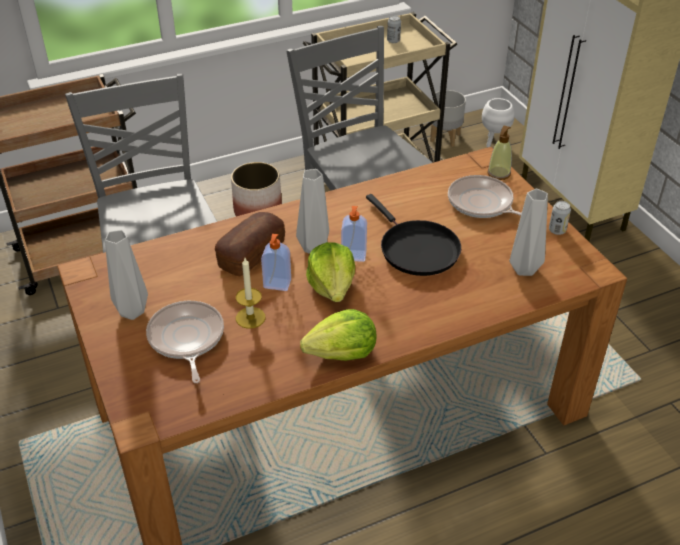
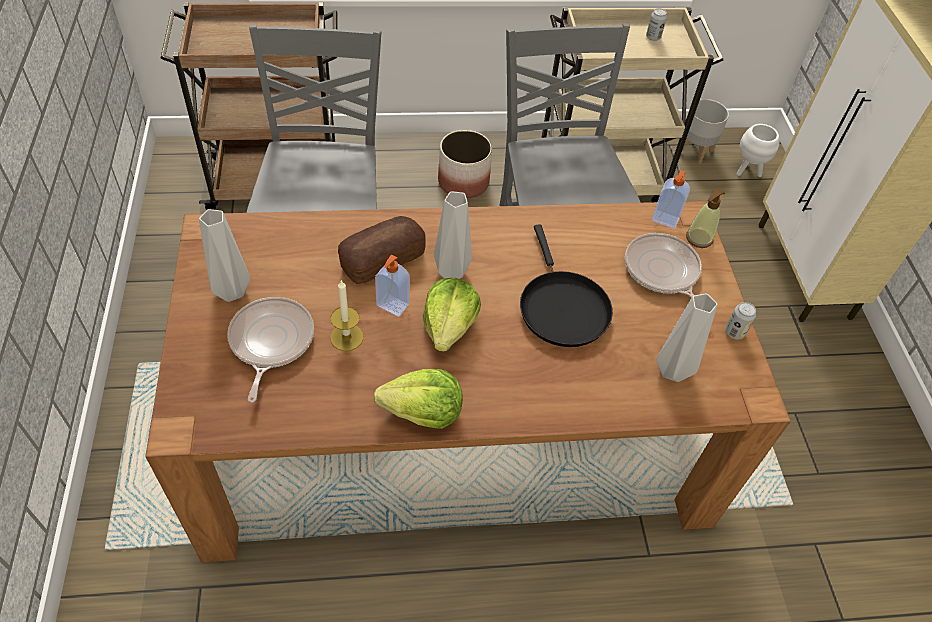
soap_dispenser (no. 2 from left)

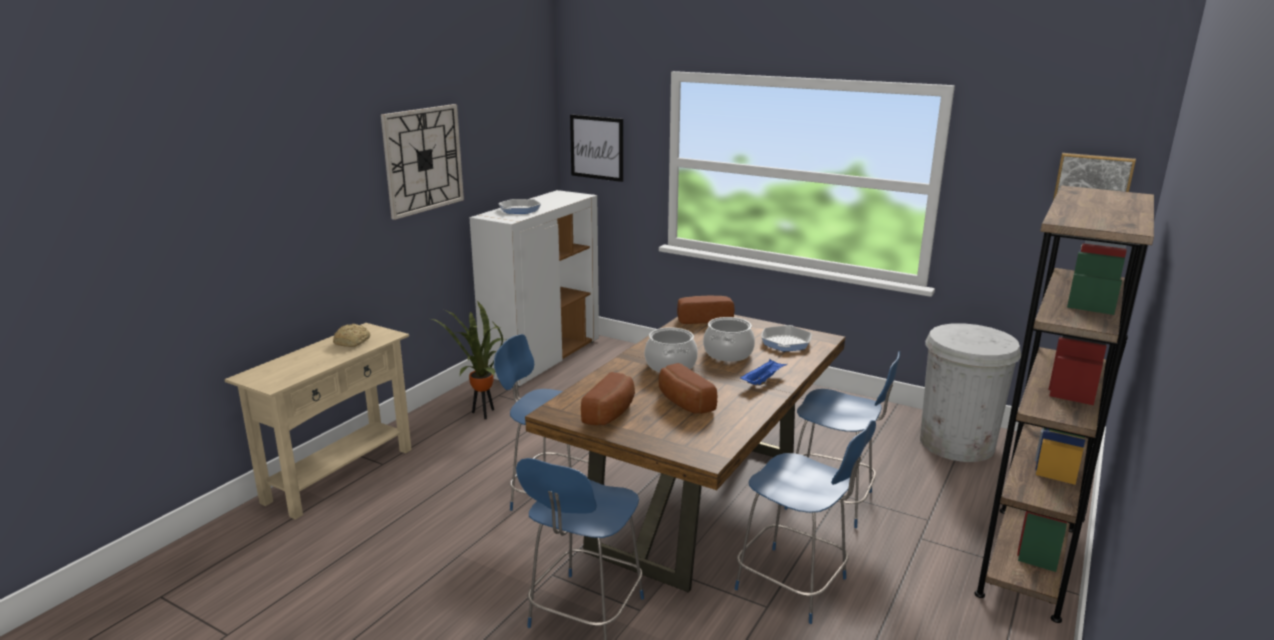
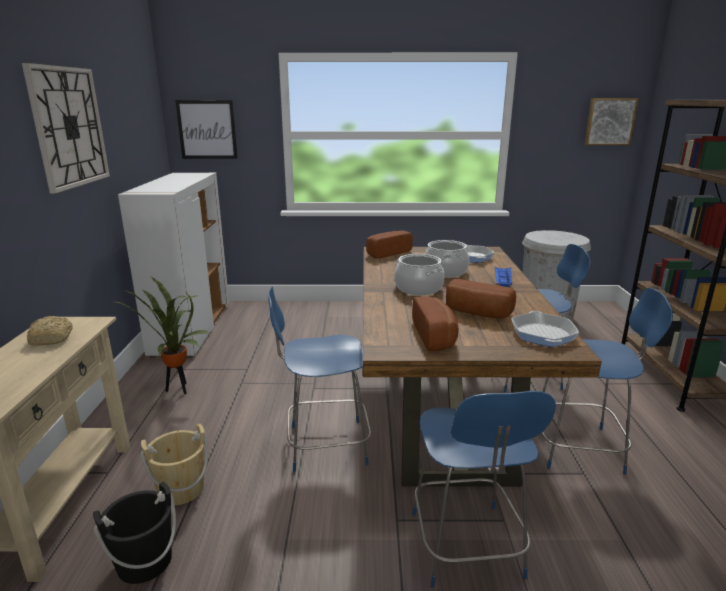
black_bucket
beige_bucket
frying_pan (no. 2 from left)

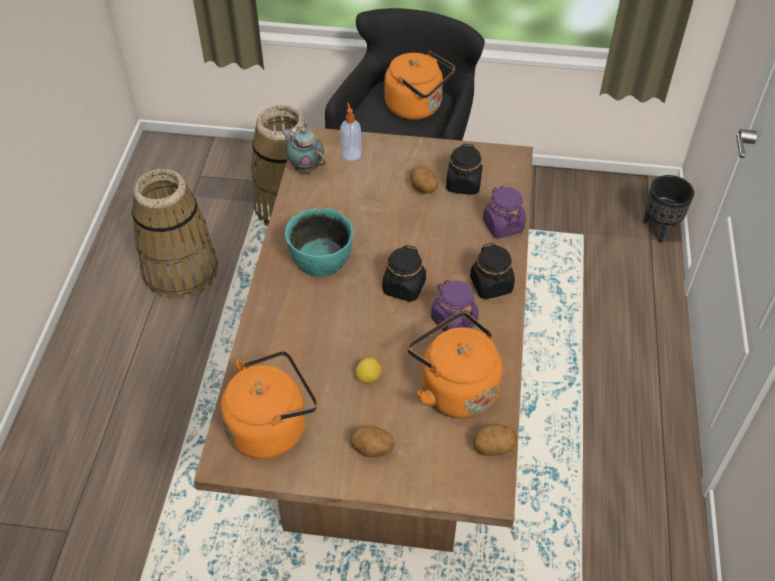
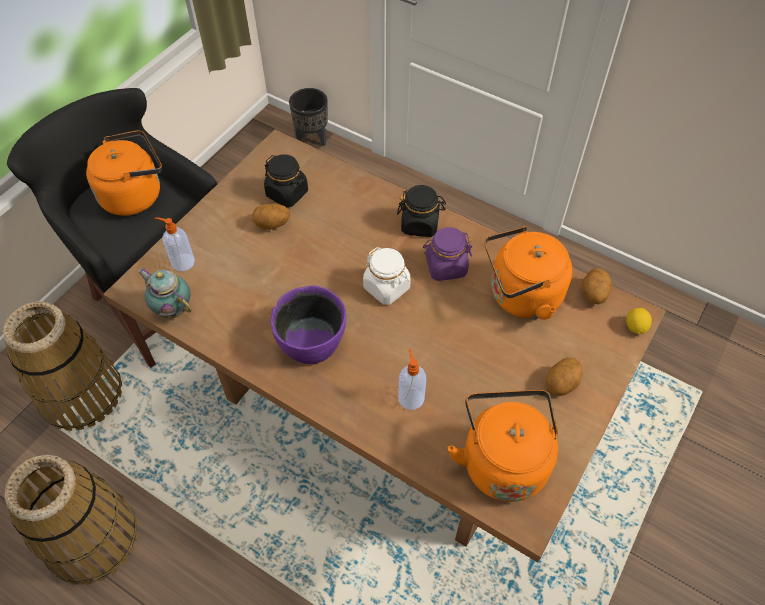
purple_jar (no. 2 from left in the first image)
soap_dispenser (no. 2 from left)
lemon
purple_bowl
white_jar
teapot

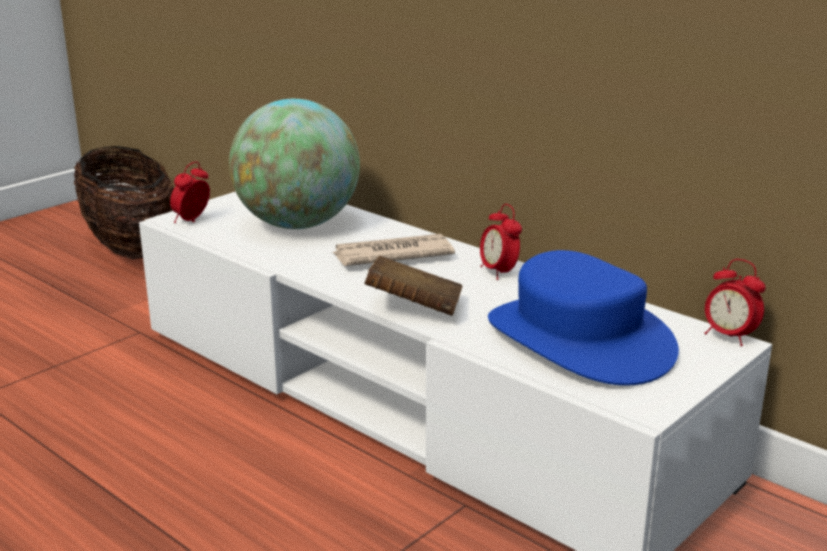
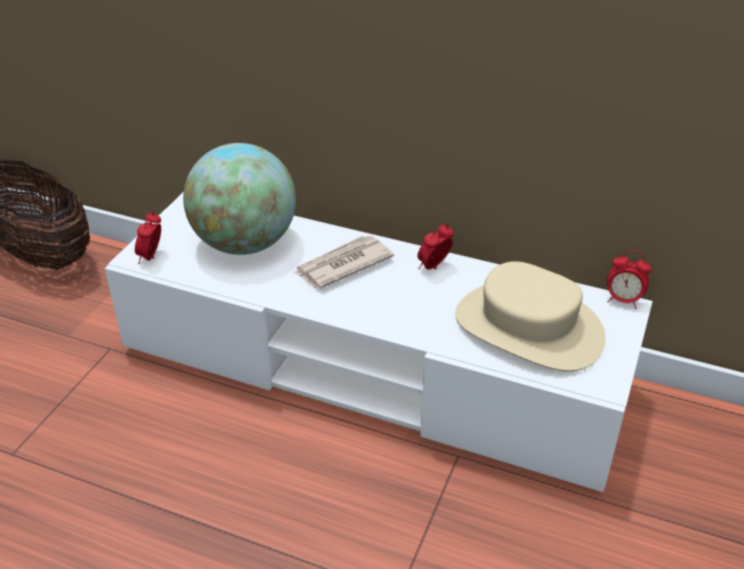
brown_book
beige_hat
alarm_clock (no. 2 from left)

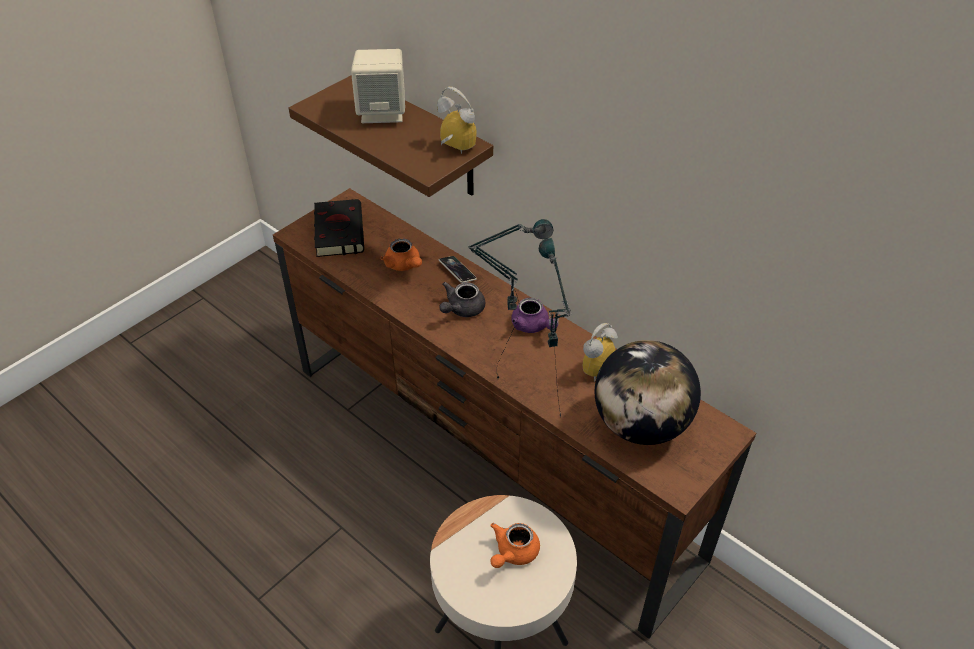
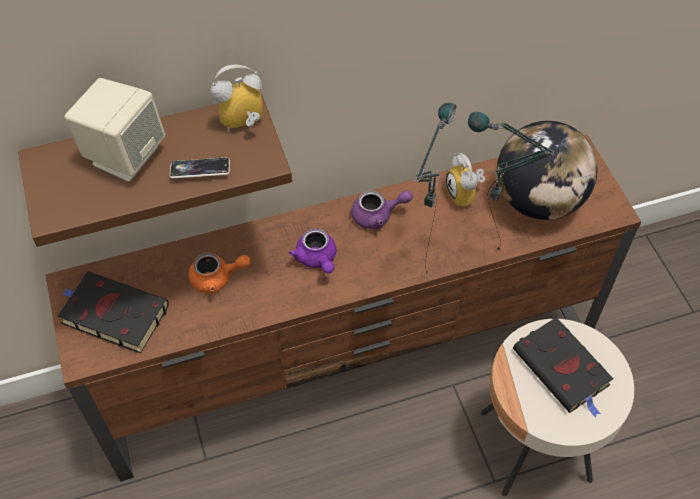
phone
black_book (no. 2 from left)
purple_teapot (no. 1 from left)

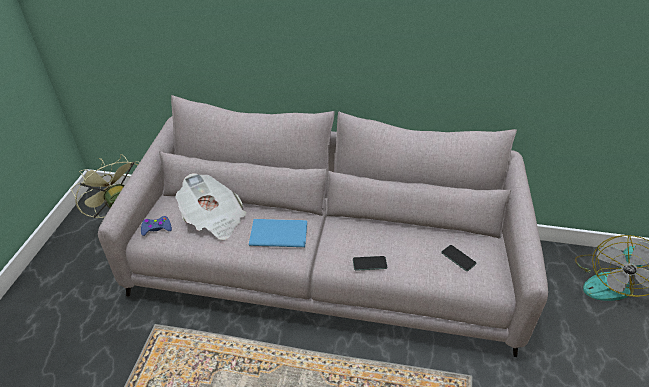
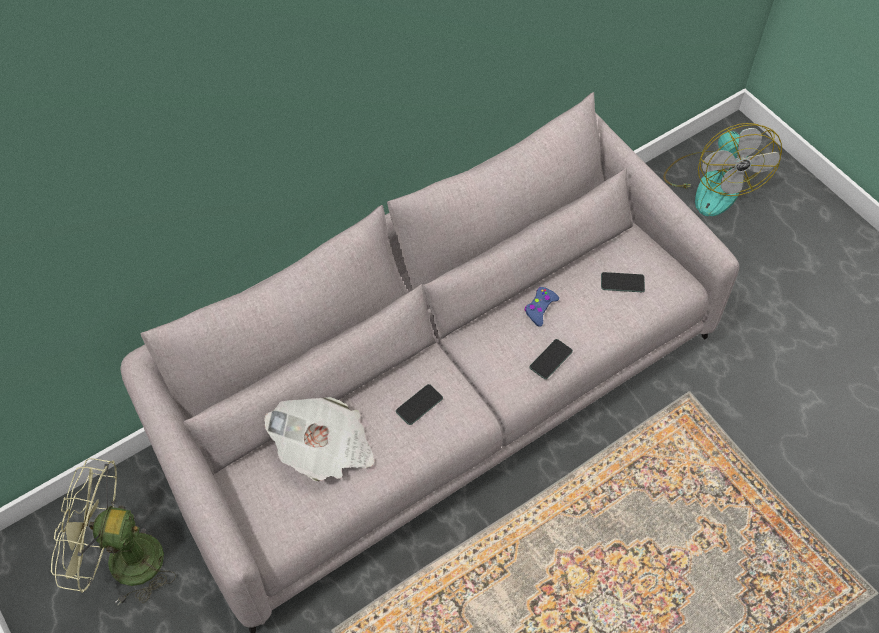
blue_game_controller
phone (no. 1 from left)

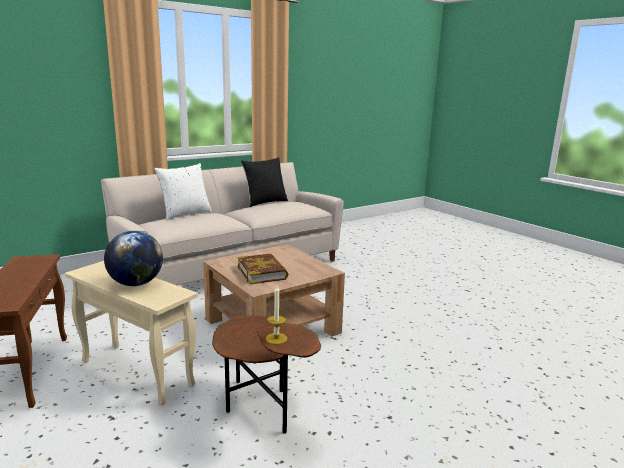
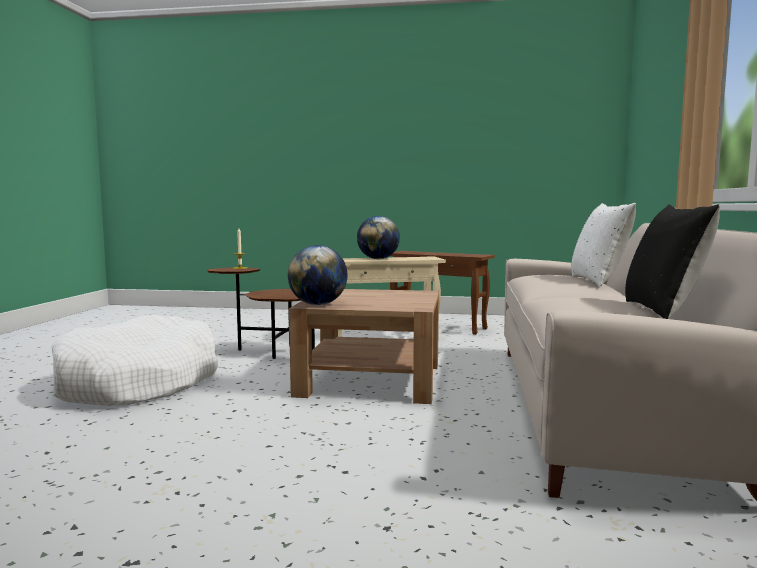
book
white_dog_bed
globe (no. 1 from left)

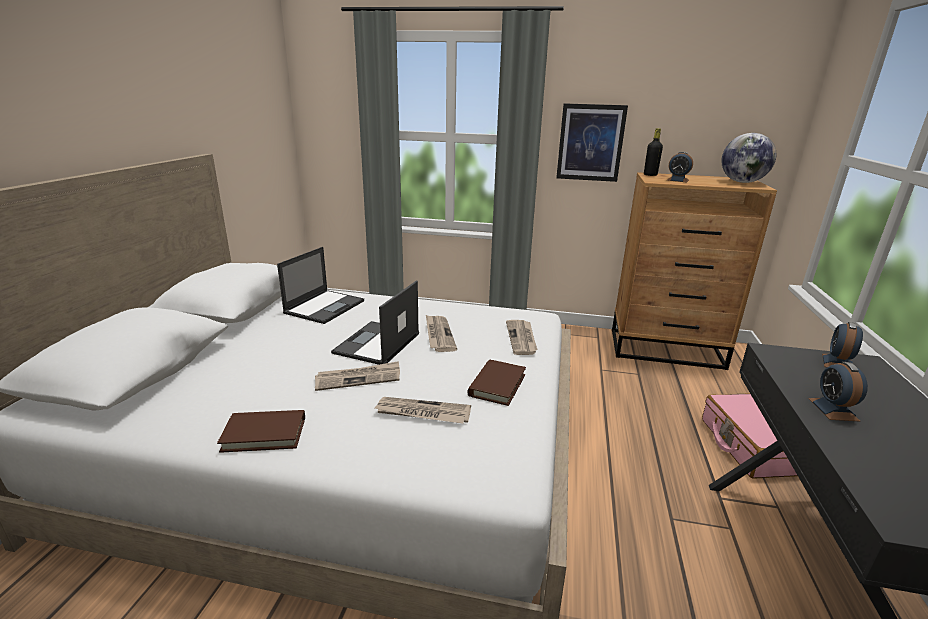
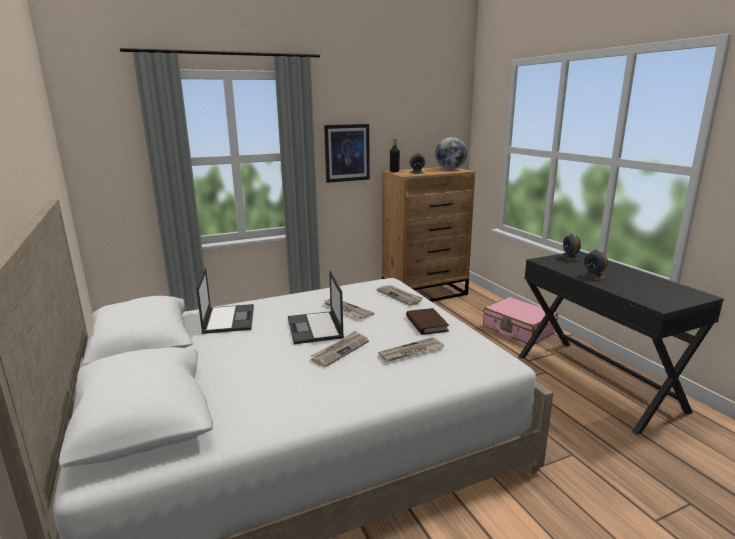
brown_book (no. 1 from left in the first image)

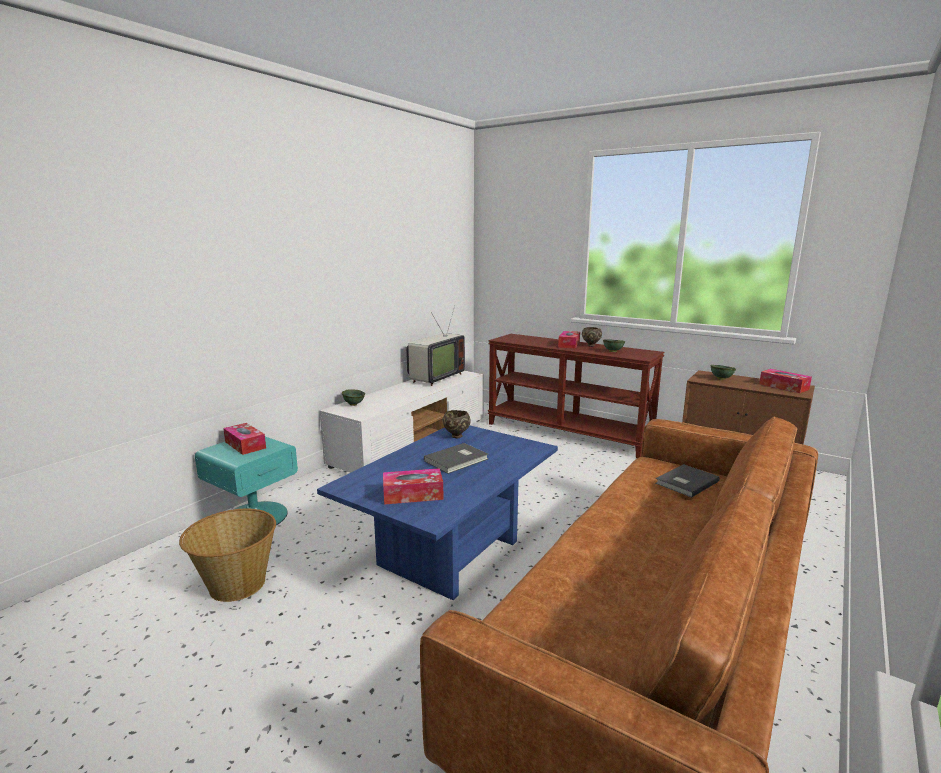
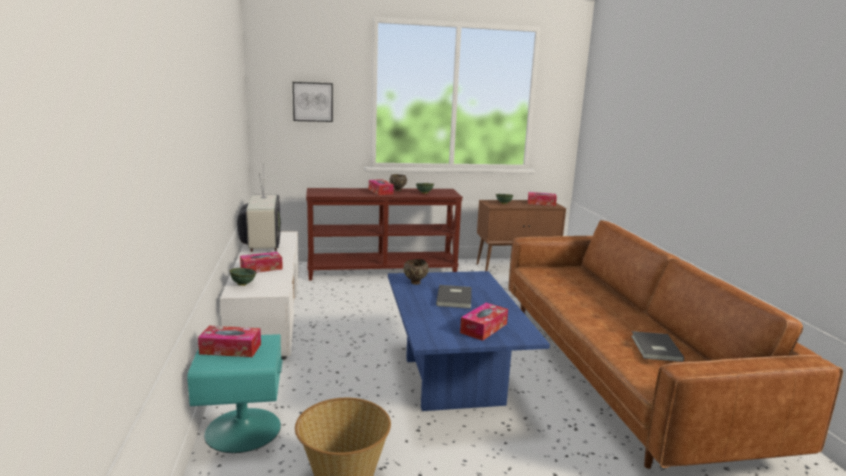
tissue_box (no. 2 from left)
picture
grey_book (no. 2 from left)

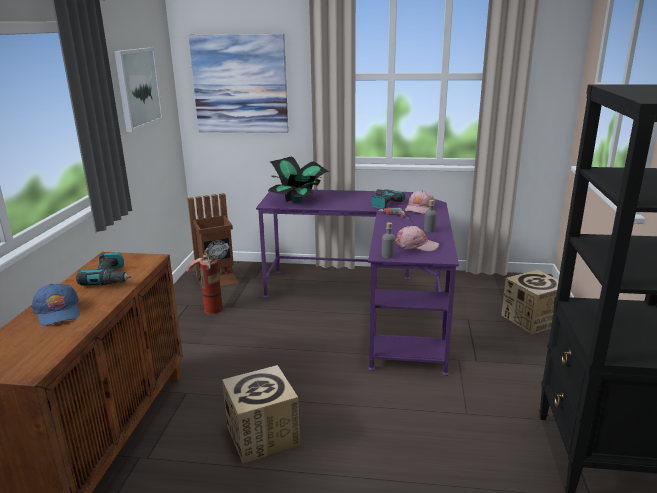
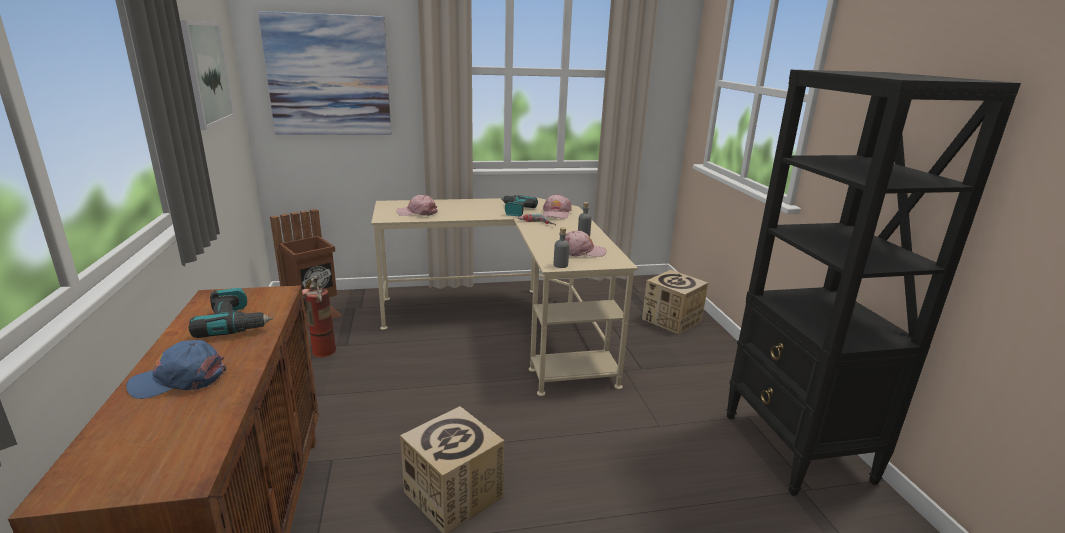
pink_cap (no. 1 from left)
beige_desk
blue_cap

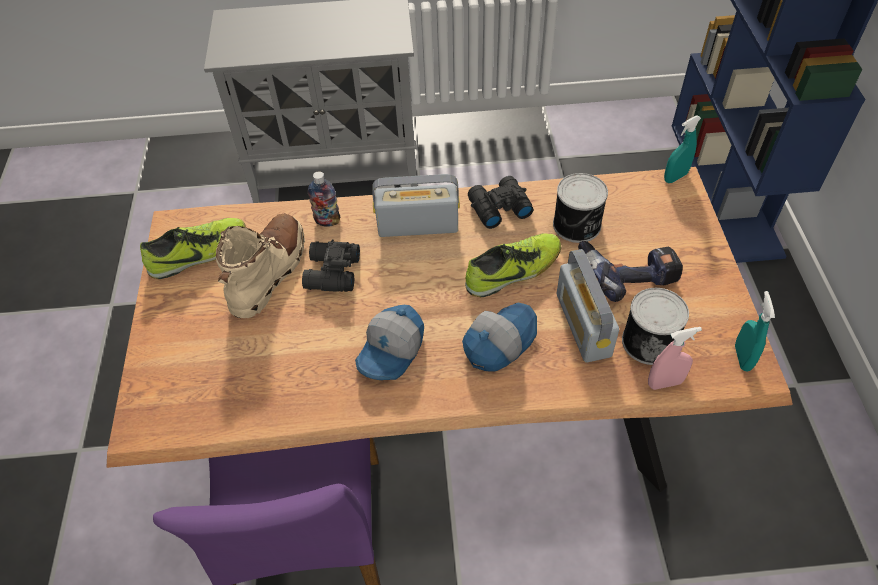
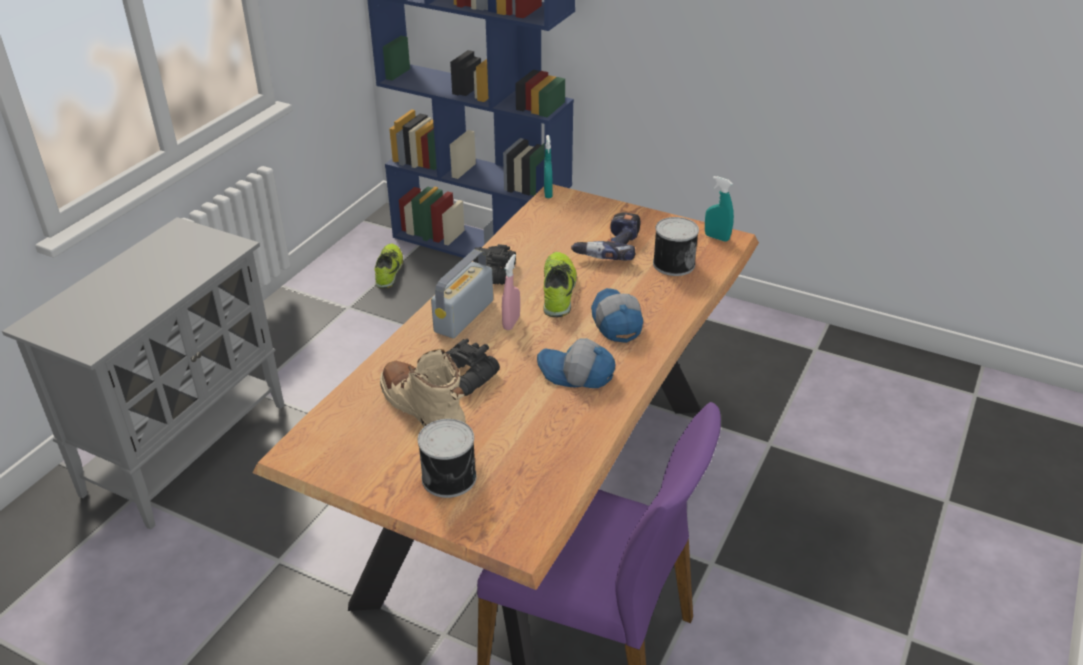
bottle
radio (no. 2 from left in the first image)
shoe (no. 1 from left)
can (no. 1 from left)
pink_spray_bottle
cap (no. 1 from left)

